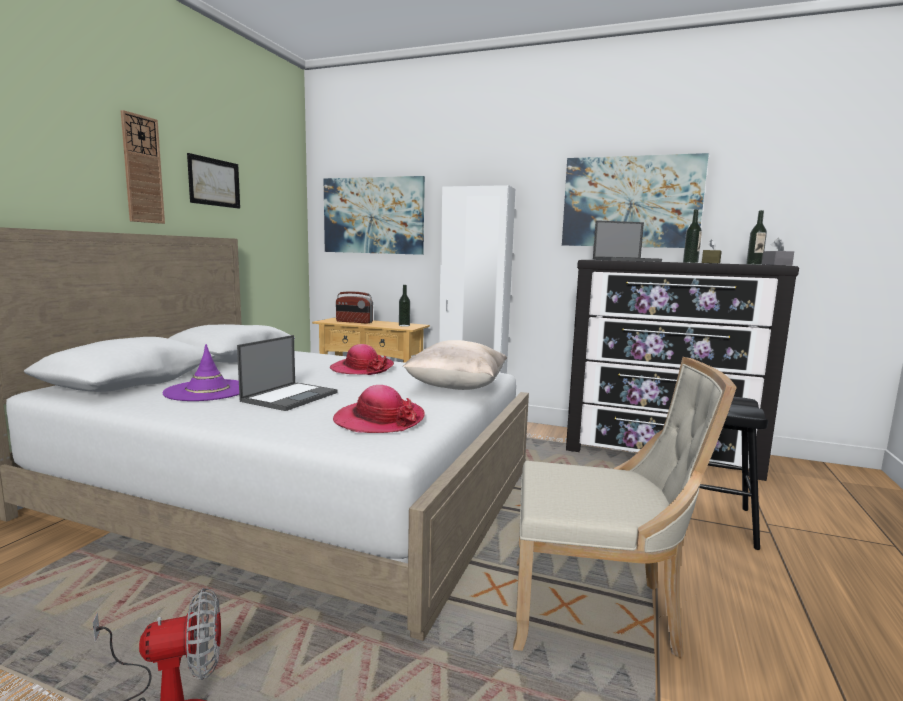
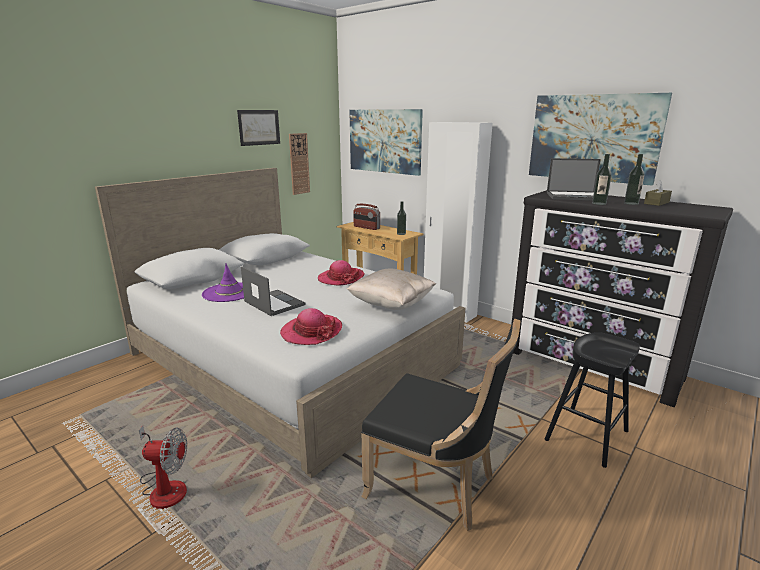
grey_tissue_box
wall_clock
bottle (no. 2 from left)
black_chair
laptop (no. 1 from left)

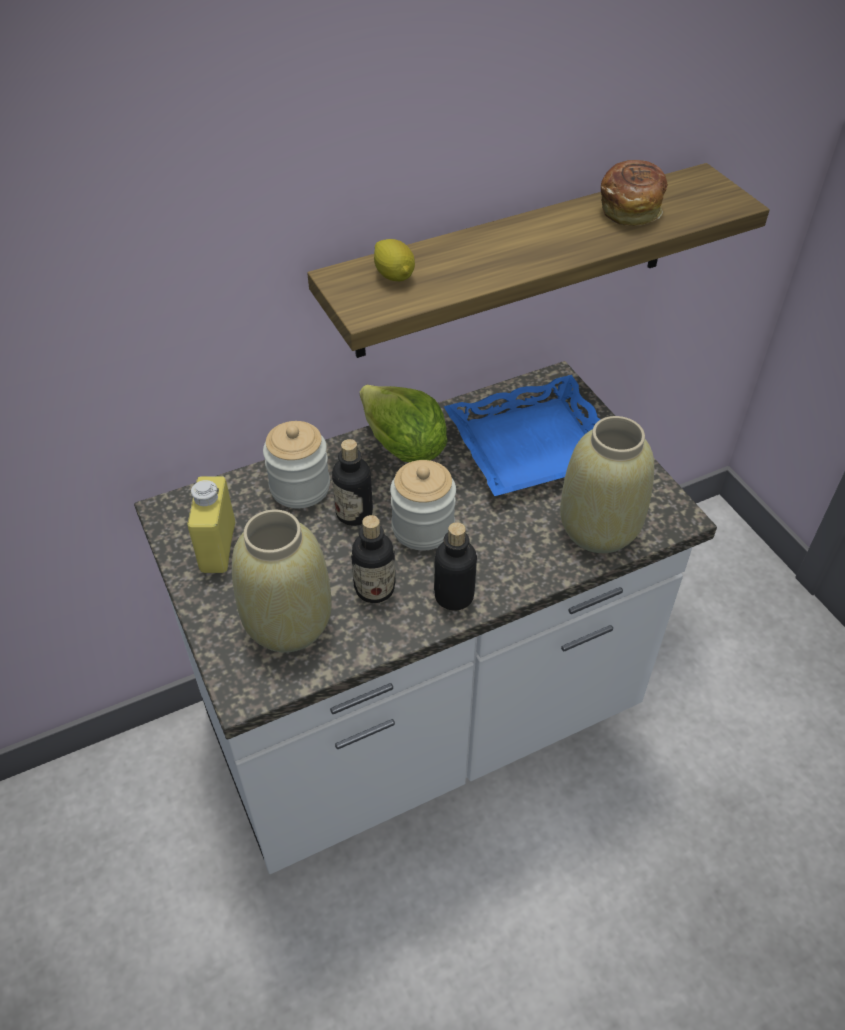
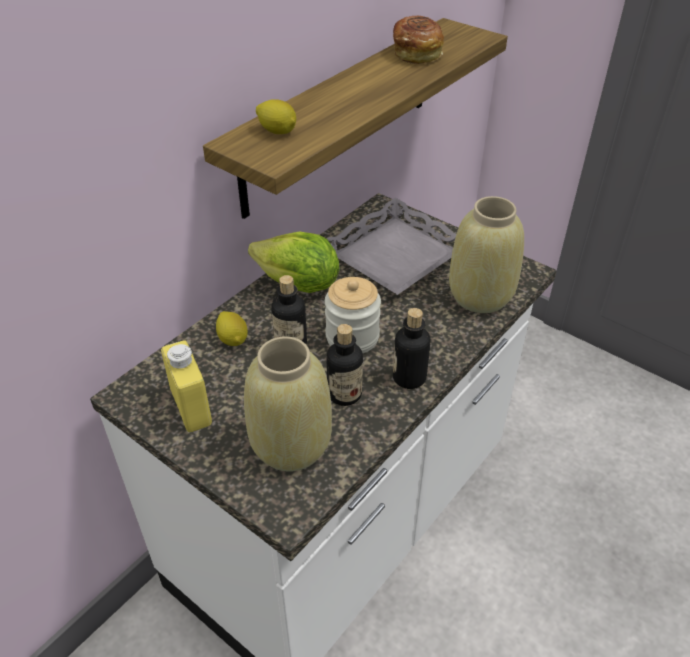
lemon (no. 1 from left)
grey_tray

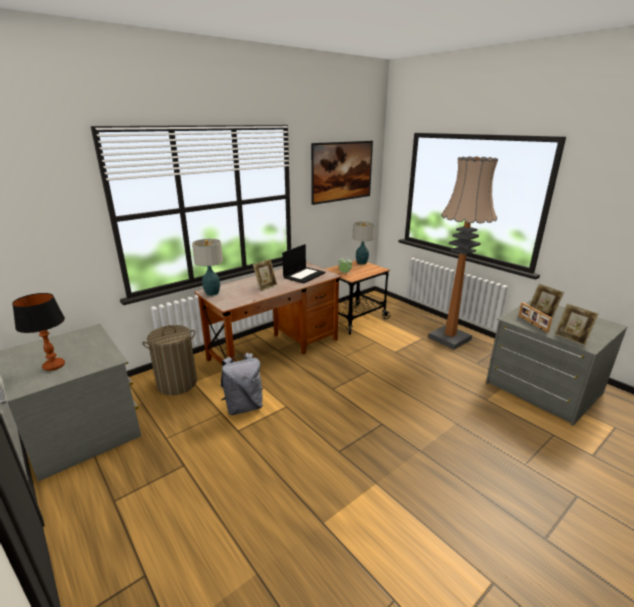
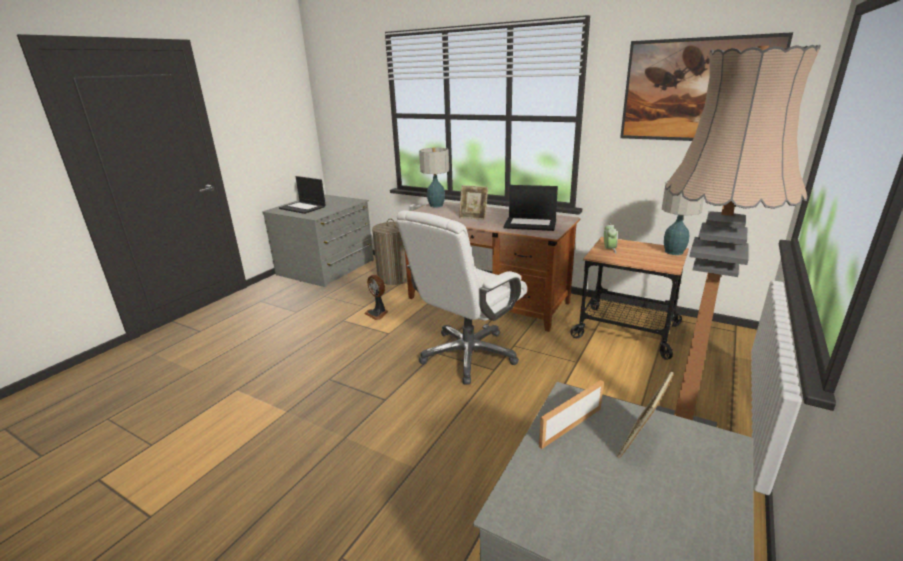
picture_frame (no. 4 from left in the first image)
white_office_chair
laptop (no. 1 from left)
fan

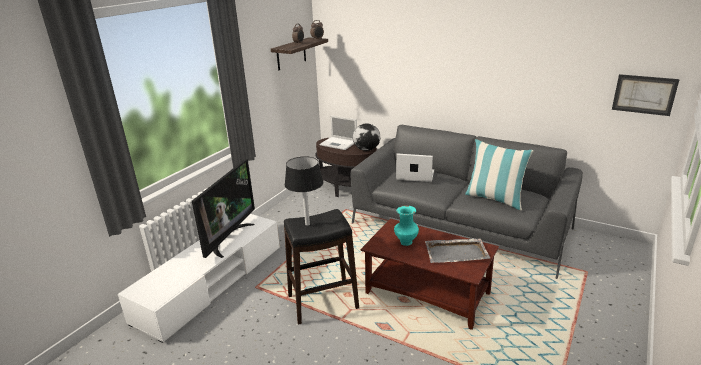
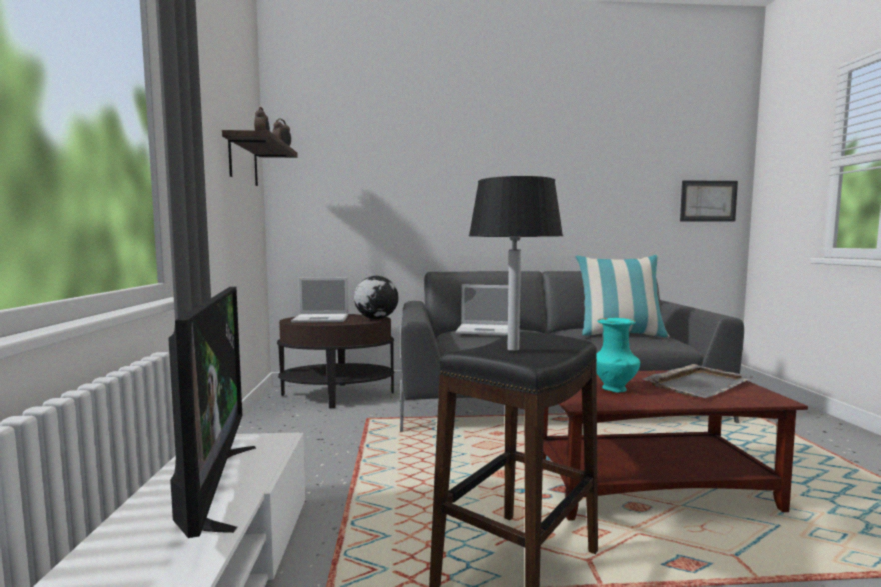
laptop (no. 2 from left)

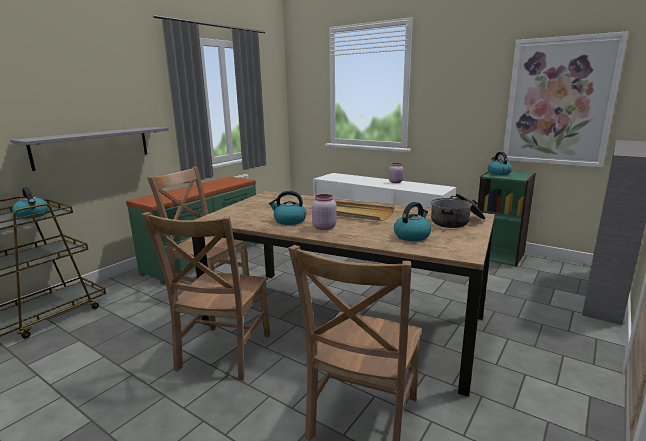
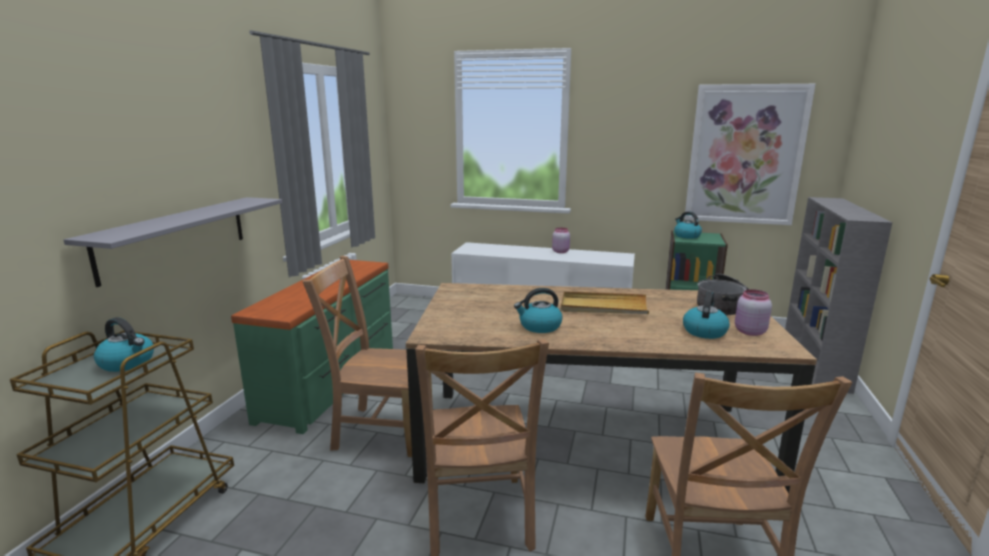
pink_jar (no. 2 from left)

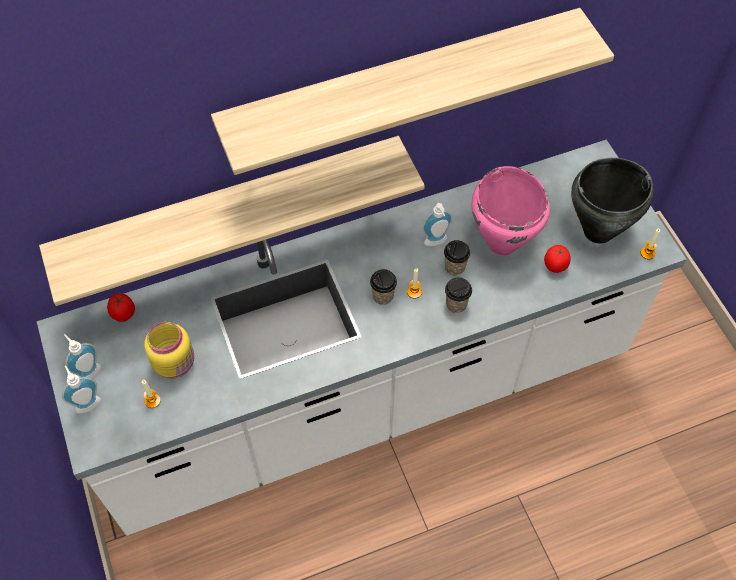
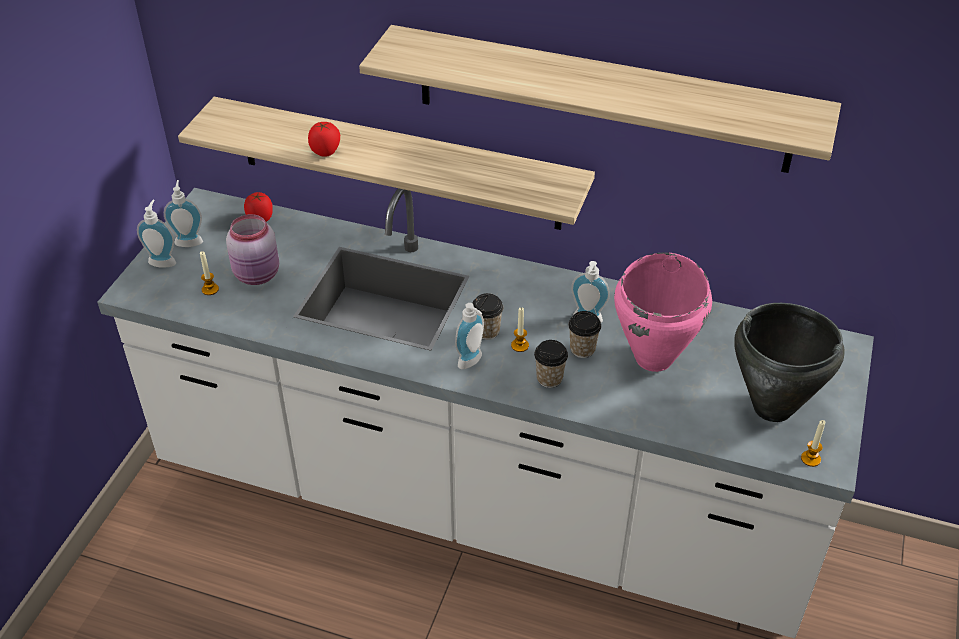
soap_dispenser (no. 3 from left)
tomato (no. 2 from left)
pink_jar

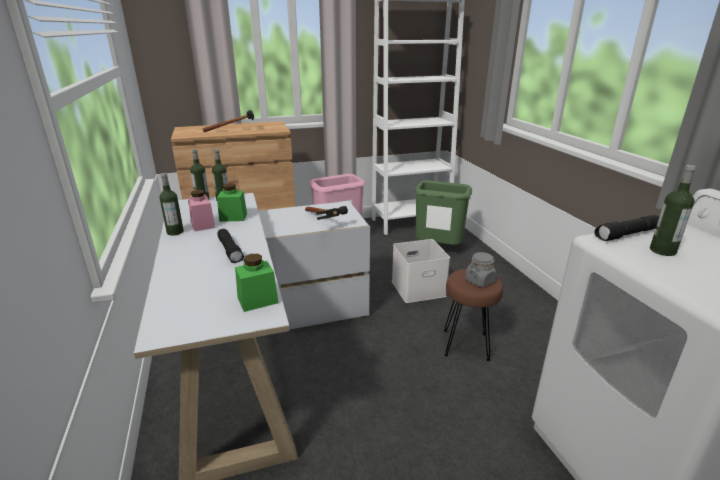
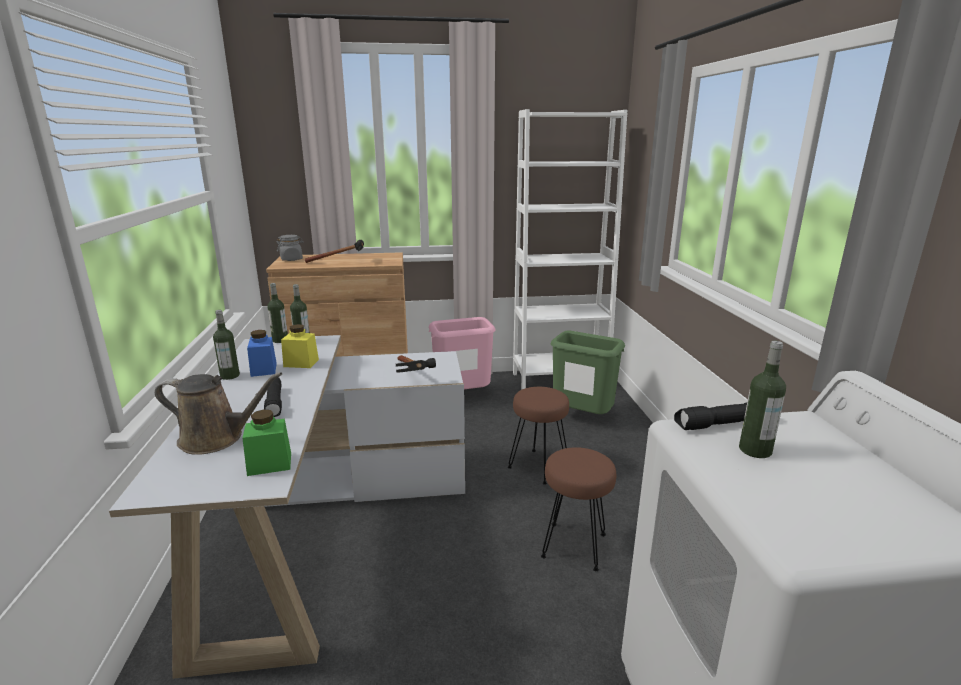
brown_watering_can
grey_jar
brown_stool (no. 1 from left)
blue_jar
yellow_jar

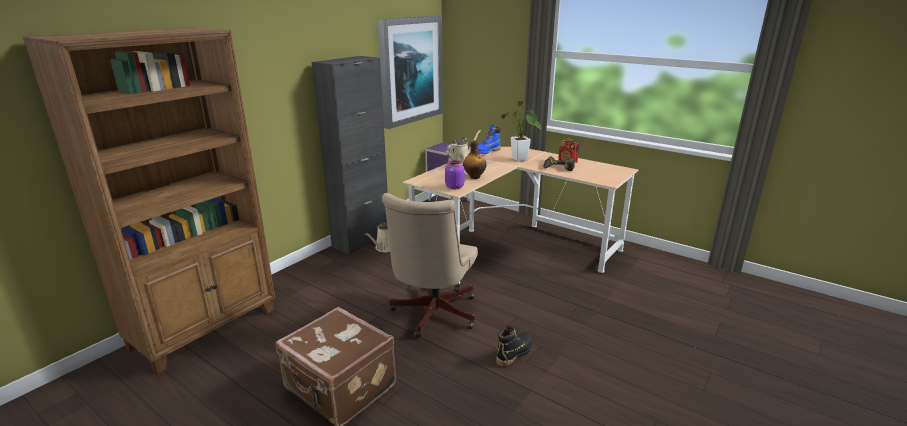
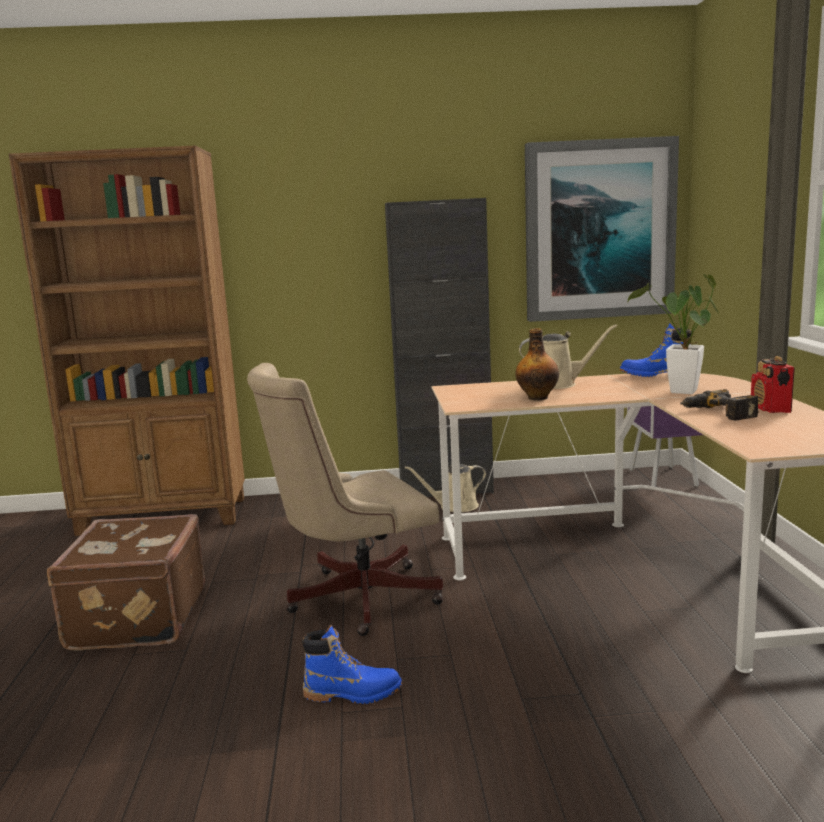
purple_jar
blue_boot (no. 1 from left)

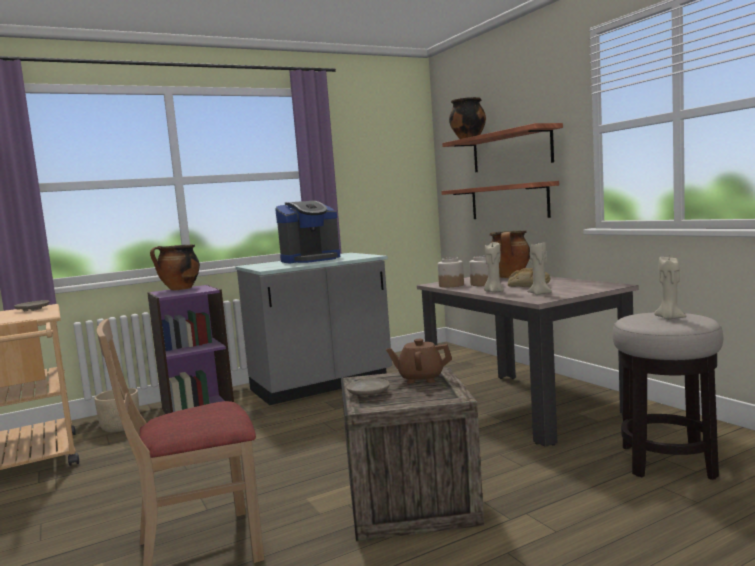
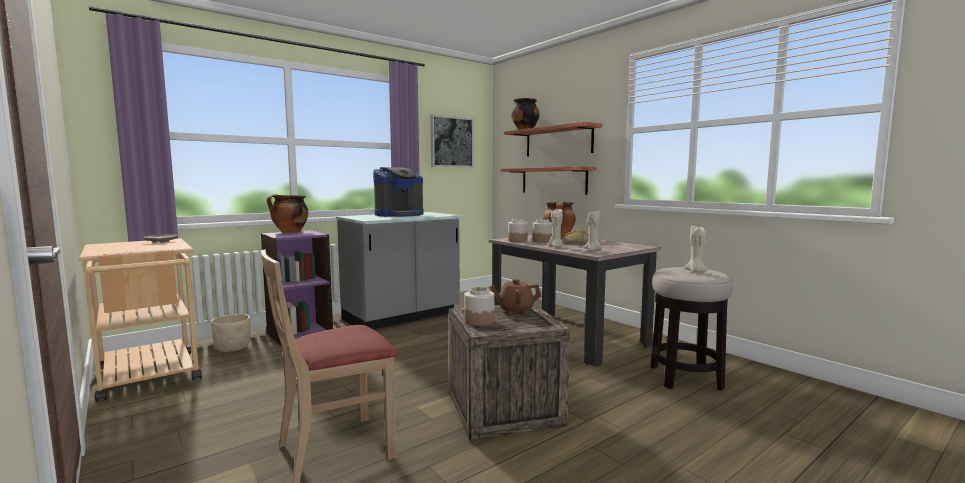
picture
jar (no. 1 from left)

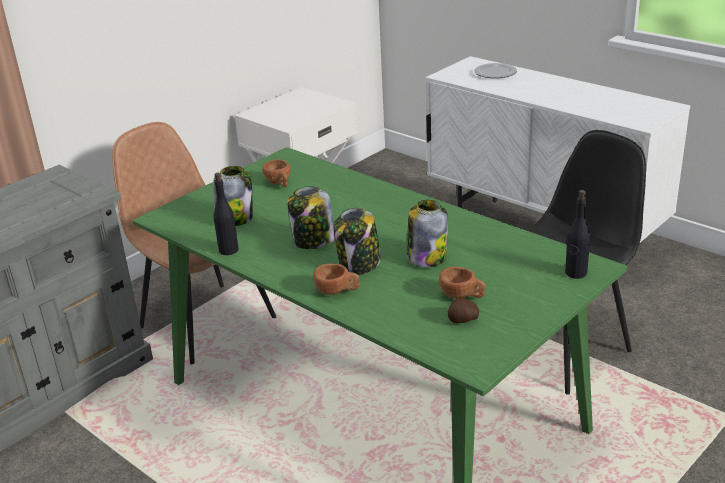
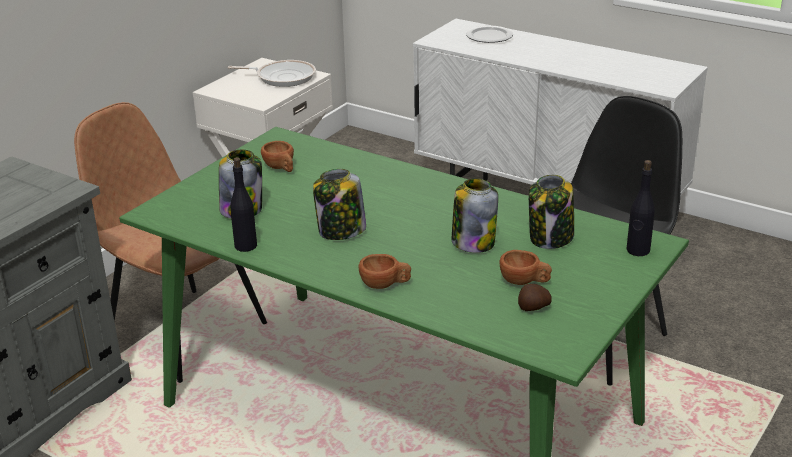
frying_pan
jar (no. 4 from left)

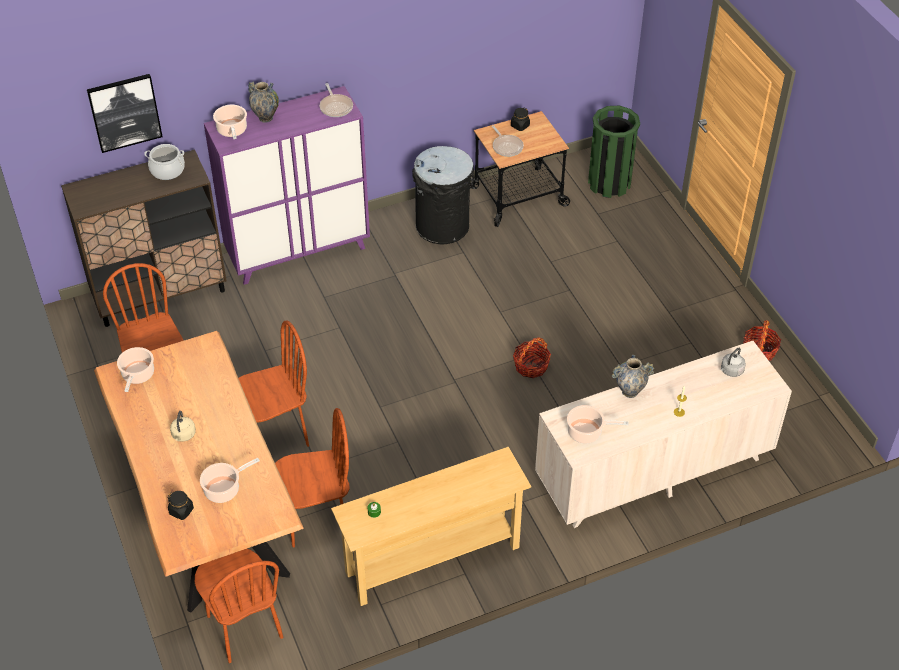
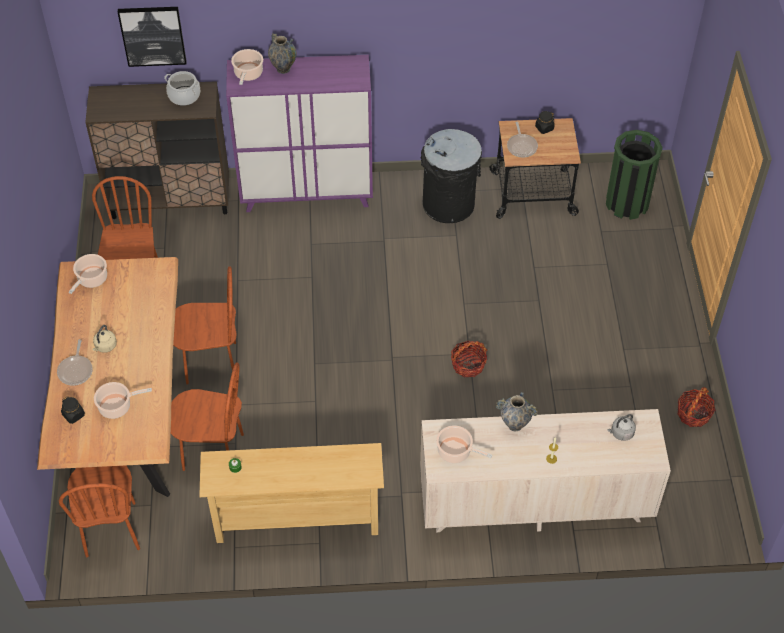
frying_pan (no. 1 from left)

